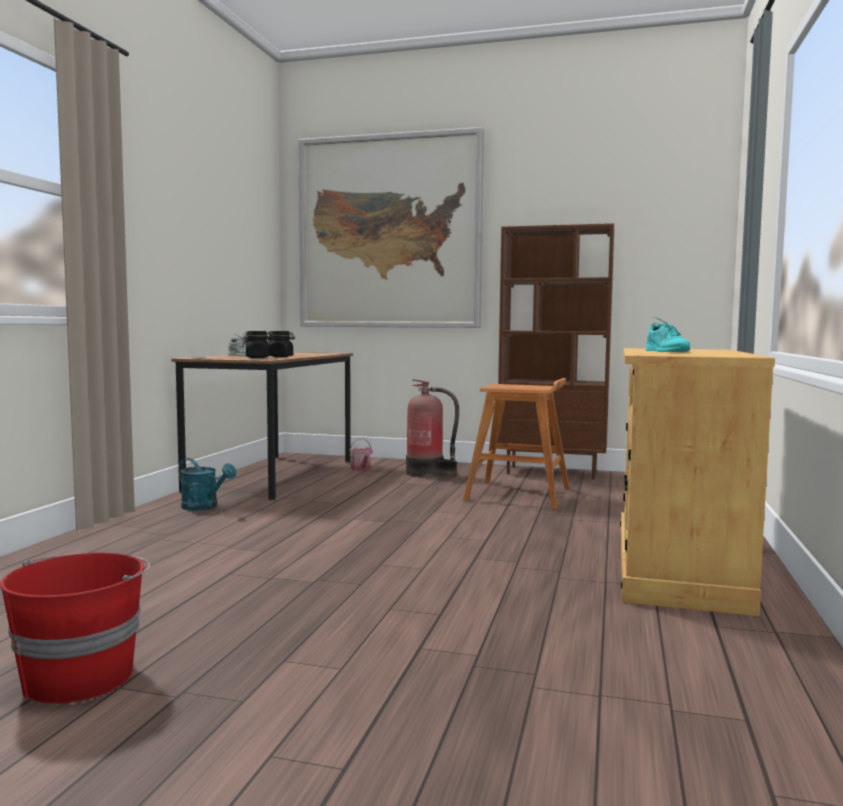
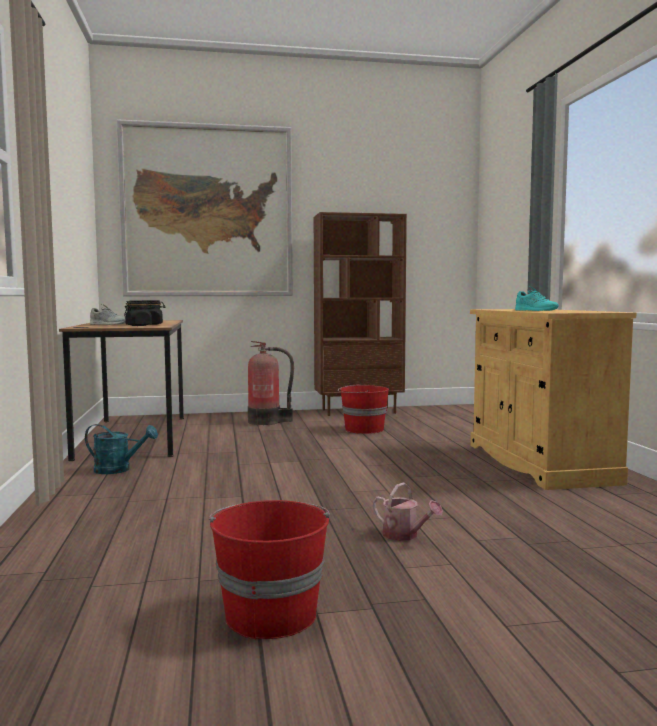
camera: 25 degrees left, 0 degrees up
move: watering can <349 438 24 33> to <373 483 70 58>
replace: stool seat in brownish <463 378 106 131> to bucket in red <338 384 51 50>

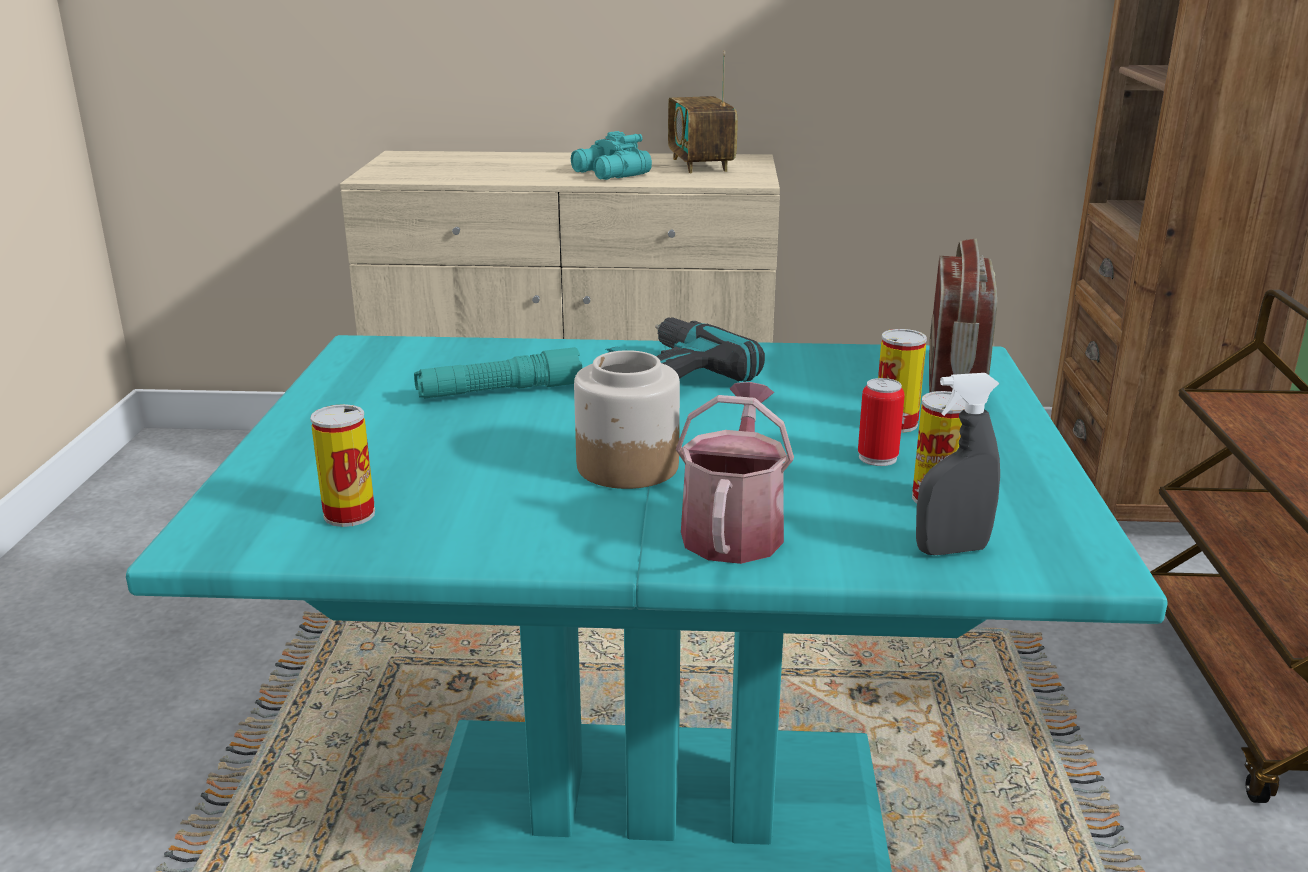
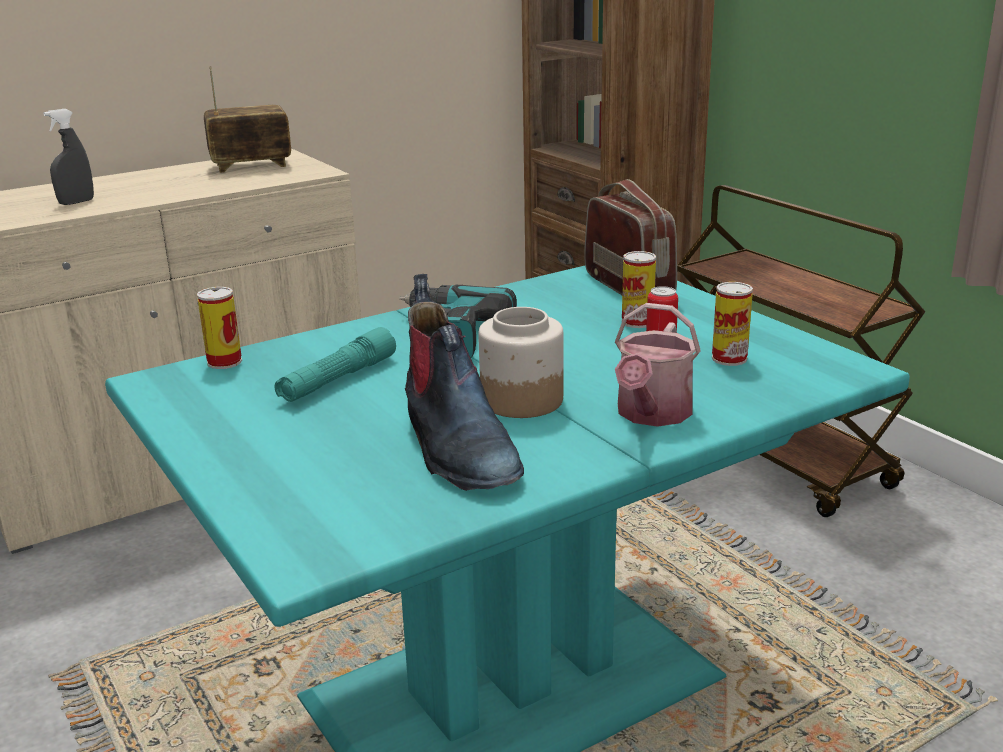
camera: 35 degrees left, 0 degrees up
delete: field glasses in turquoise <571 131 81 49>
insert: boot <405 274 119 217>
move: spray bottle in grey <916 373 84 182> to <43 109 51 96>; metal can <310 404 65 123> to <197 287 45 82>
rotate: radio receiver <668 51 70 122> = <204 66 87 107> 120 degrees clockwise; watering can <676 382 118 182> = <615 303 86 124> 135 degrees counterclockwise

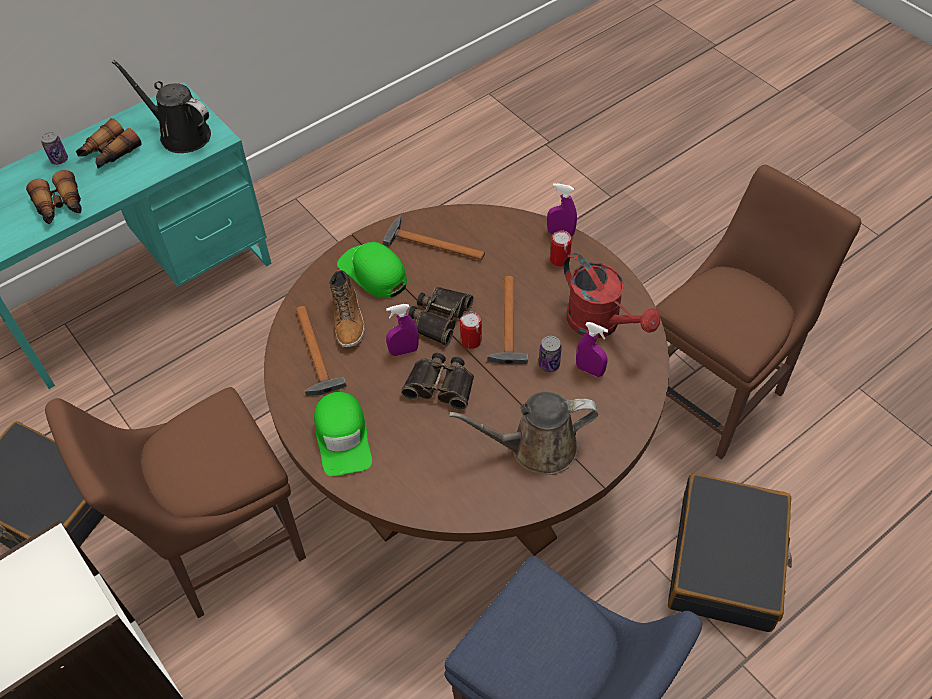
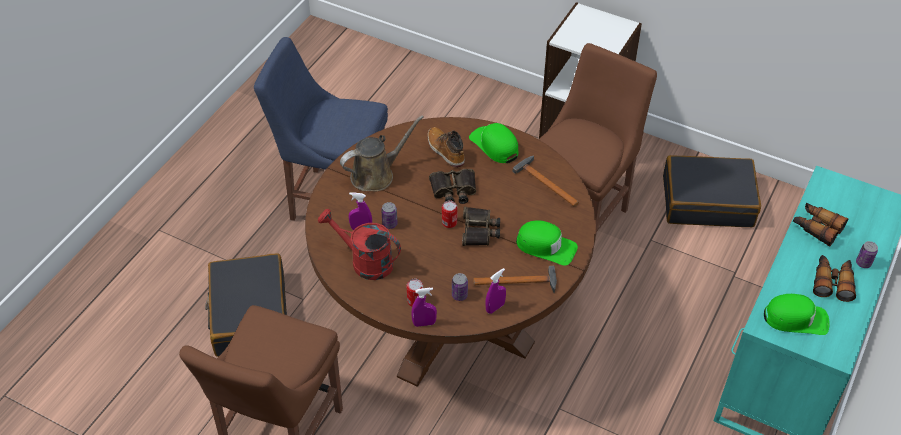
camera: 155 degrees right, 5 degrees down
delete: hand hammer <487 276 41 88>
insert: metal can <452 273 16 28>
move: boot <329 269 36 78> to <428 127 37 41>; spray bottle in purplish <386 304 33 52> to <485 268 21 46>
replace: watering can in blackish <112 60 99 93> to baseball cap in green-coloured <764 294 66 41>

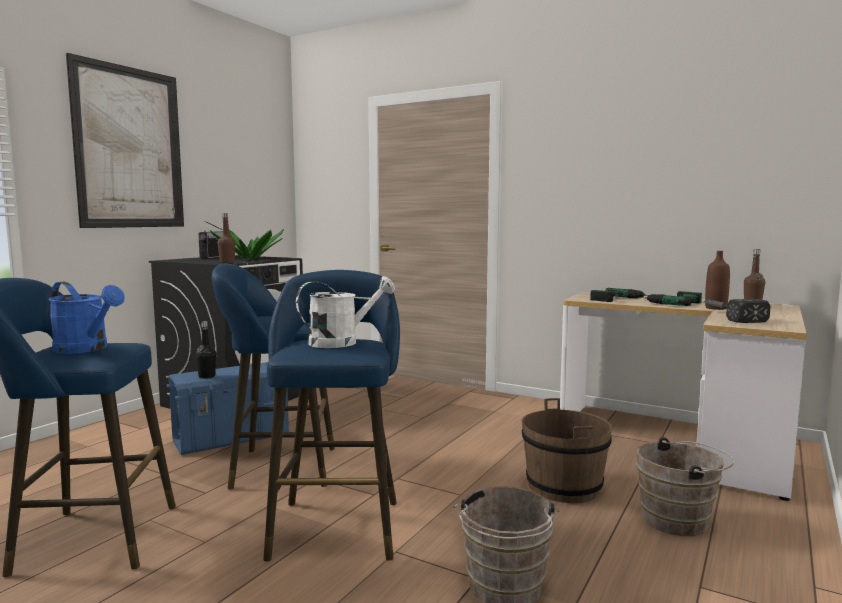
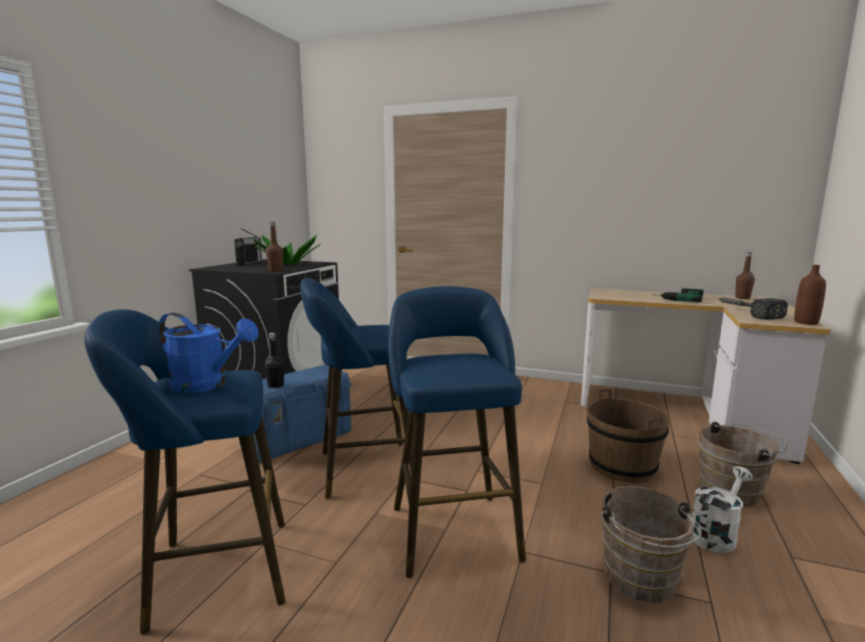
camera: 10 degrees left, 5 degrees up
delete: wall art <66 53 118 175>; power drill <590 288 59 14>
move: beverage bottle in brownish <705 251 25 59> to <794 265 32 60>; watering can in white-coloured <296 276 99 72> to <692 466 61 87>

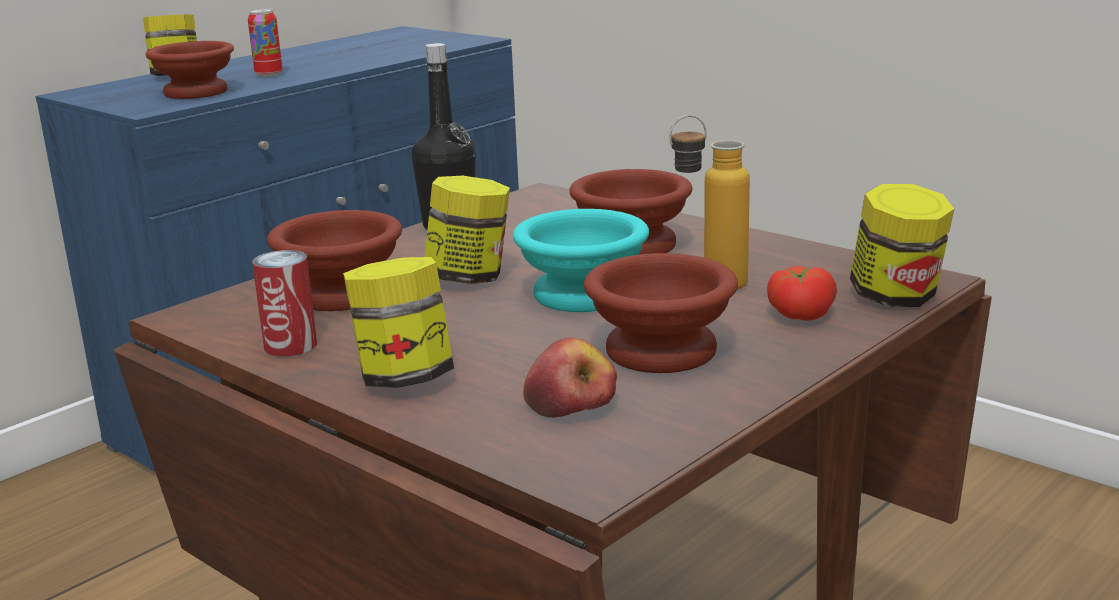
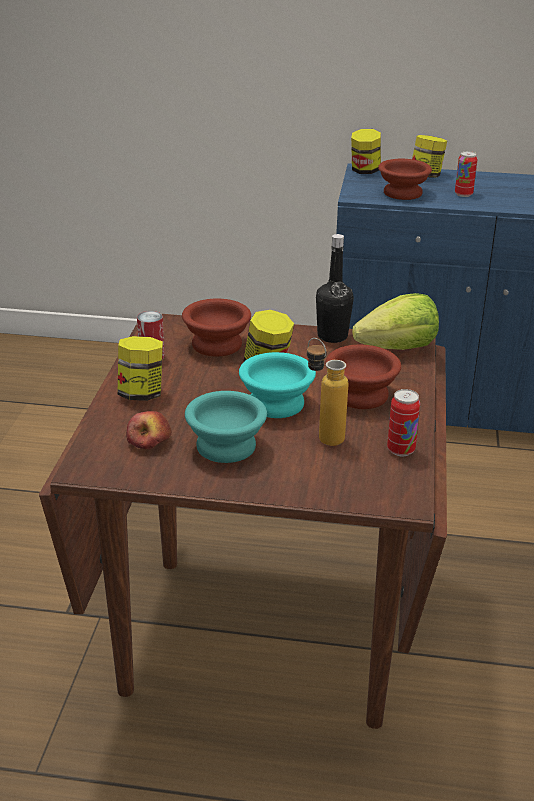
camera: 55 degrees right, 10 degrees up
delete: whole tomato <767 266 70 55>
insert: lettuce head <352 293 87 57>; metal can <387 389 33 67>
move: storage jar <850 184 104 123> to <351 129 30 45>
recolor: deep dish in brownish <584 253 154 120> to deep dish in turquoise <185 391 82 72>

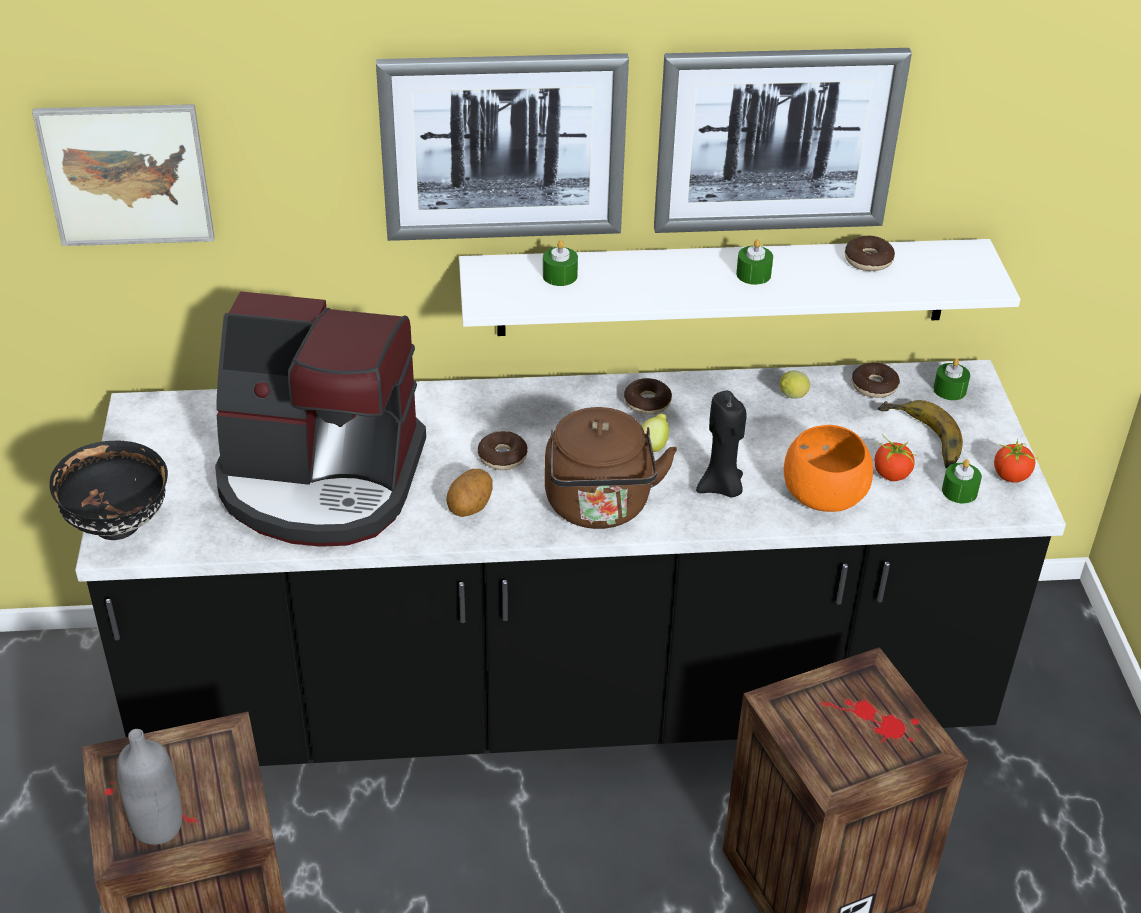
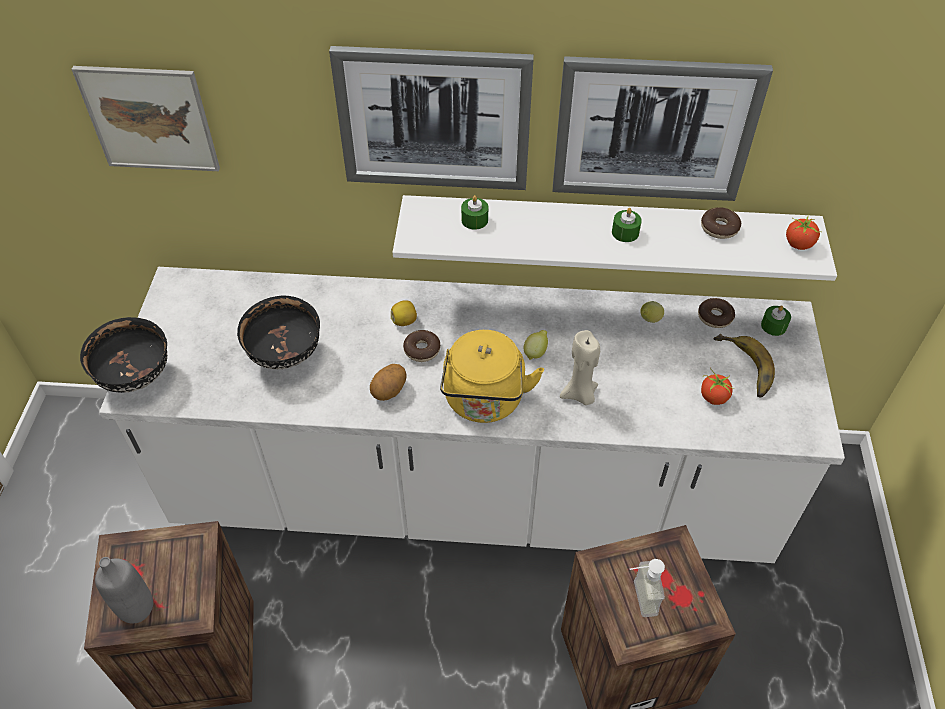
camera: 10 degrees right, 10 degrees up
delete: ring doughnut <624 378 48 37>; deep dish in orangey <784 425 89 87>; candle in green-coloured <942 459 40 45>
insert: lemon <391 300 26 26>; soap dispenser <630 559 35 58>
move: whole tomato <994 438 43 45> to <786 215 36 35>
replace: coffee brewer <215 291 211 256> to deep dish in blackish <237 296 83 73>
recolor: kitchen base unit in blackish <75 360 991 406> to kitchen base unit in white-coloured <99 267 746 296>; candle in blackish <696 391 50 107> to candle in beige-coloured <560 330 40 75>; kettle in brownish <545 407 132 122> to kettle in yellow <440 330 104 93>

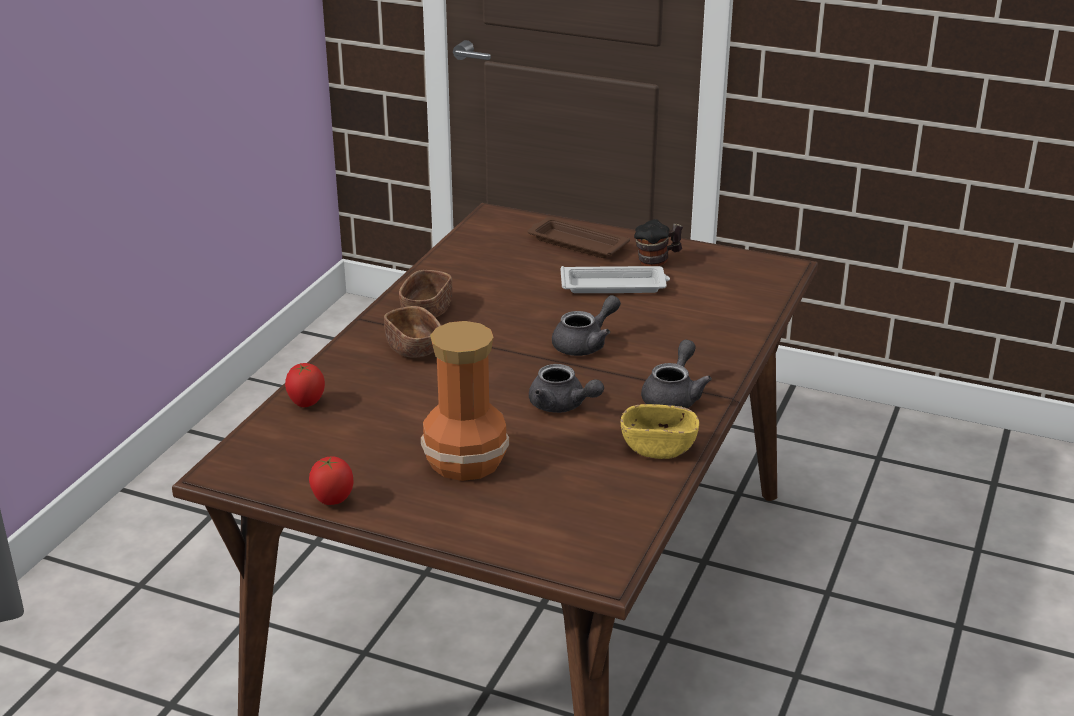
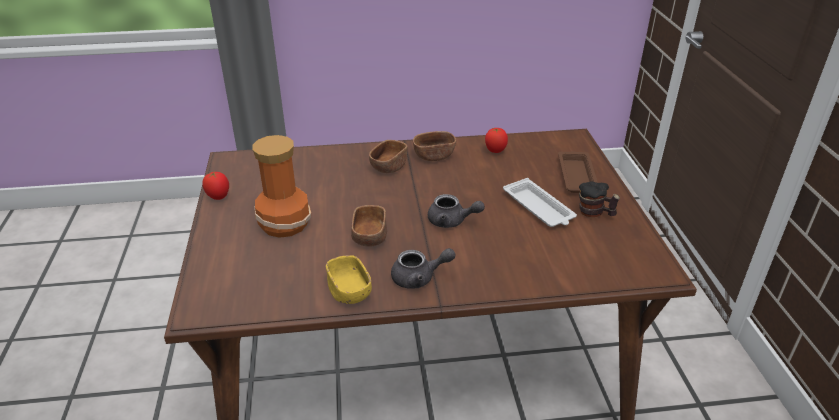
camera: 60 degrees right, 5 degrees up
move: whole tomato <285 363 40 44> to <485 128 23 25>
replace: pot for tea in grey <529 364 75 49> to deep dish in brownish <351 205 36 42>

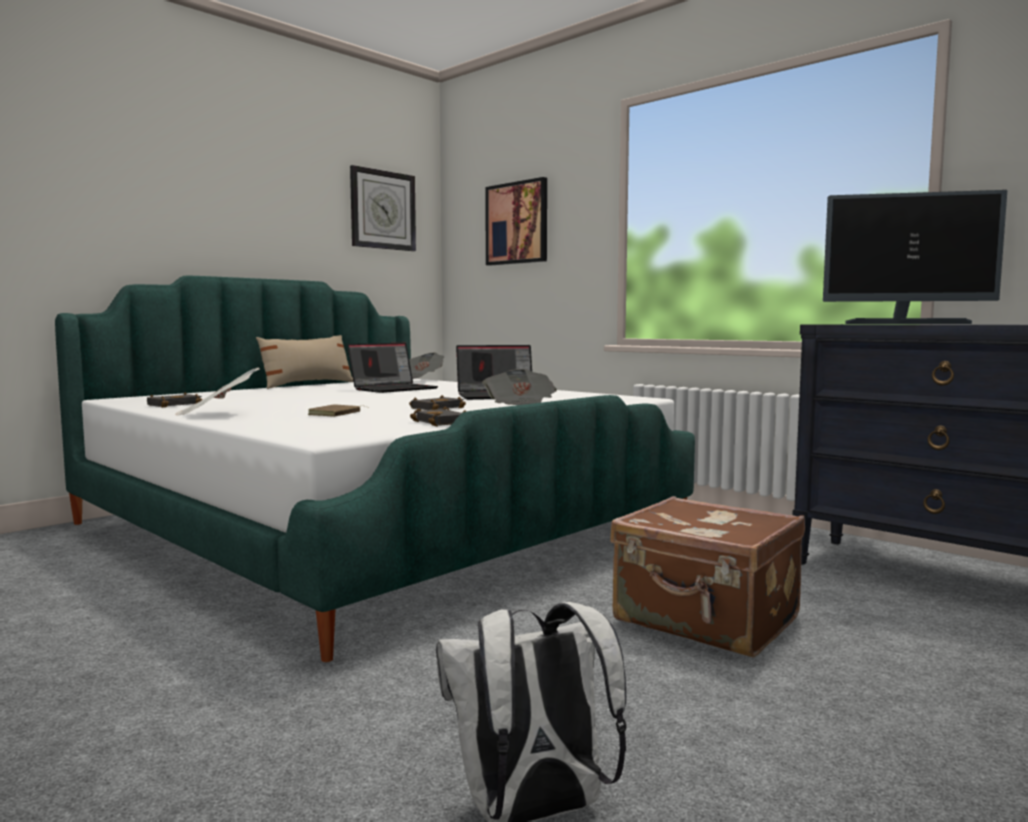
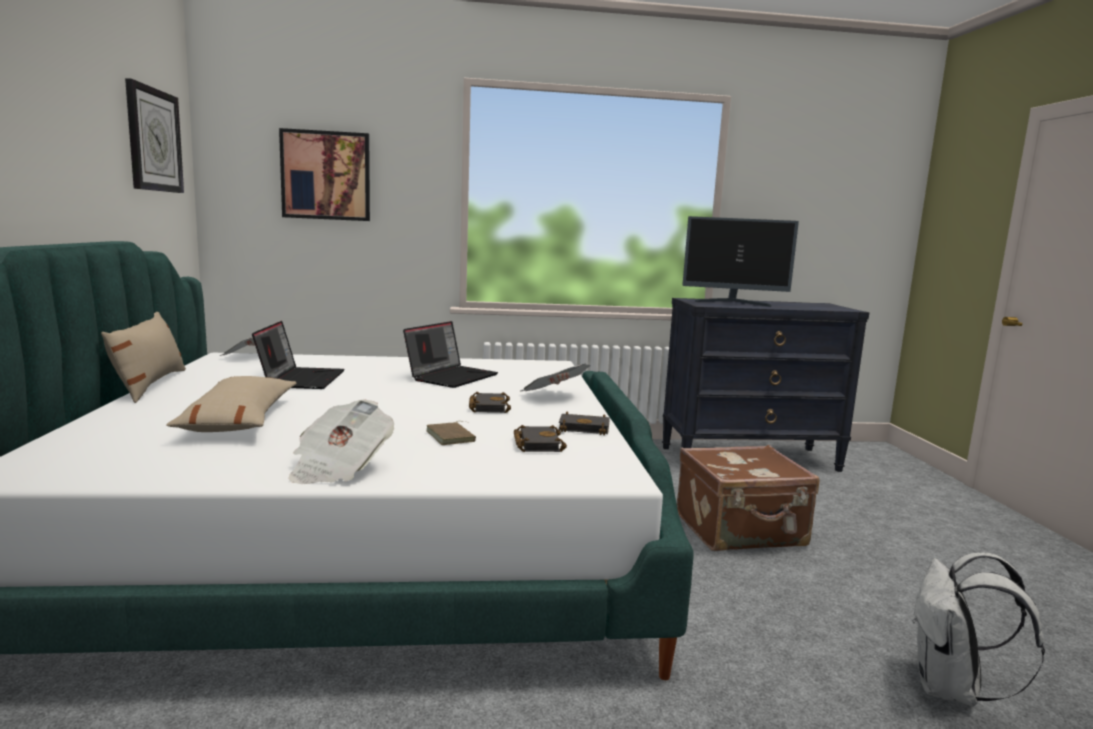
camera: 50 degrees left, 5 degrees up
insert: pillow in beige-coloured <166 376 130 56>
move: book in blackish <147 392 55 16> to <514 425 53 27>
rotate: monitor <823 190 184 134> = <682 216 117 91> 45 degrees clockwise

